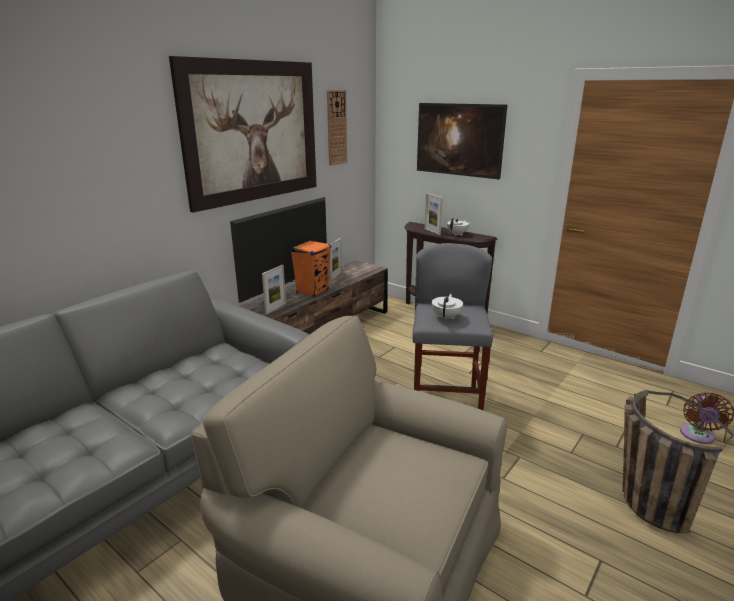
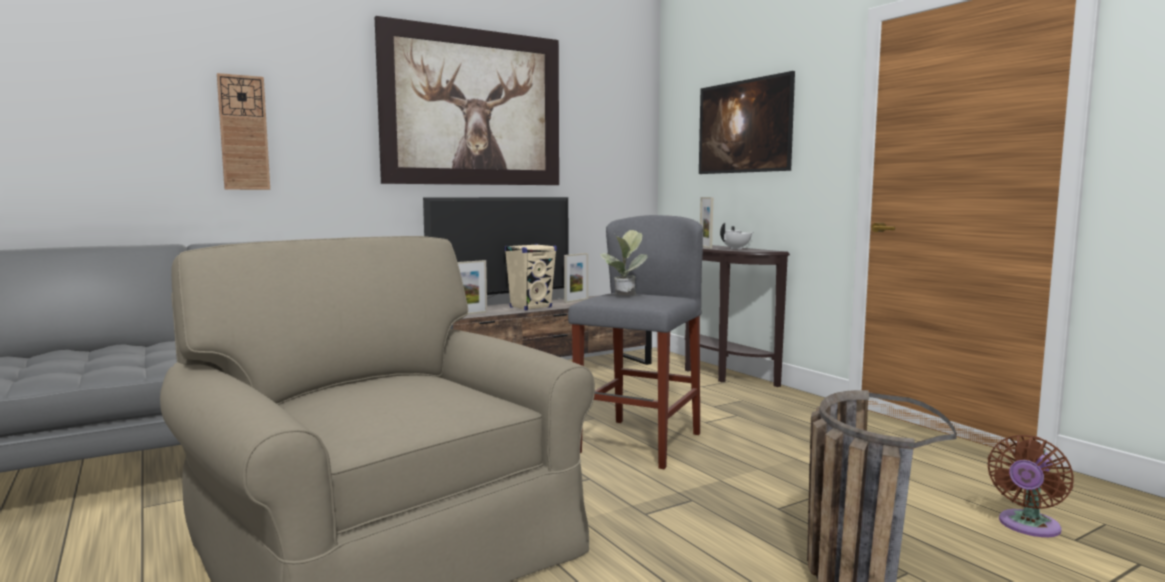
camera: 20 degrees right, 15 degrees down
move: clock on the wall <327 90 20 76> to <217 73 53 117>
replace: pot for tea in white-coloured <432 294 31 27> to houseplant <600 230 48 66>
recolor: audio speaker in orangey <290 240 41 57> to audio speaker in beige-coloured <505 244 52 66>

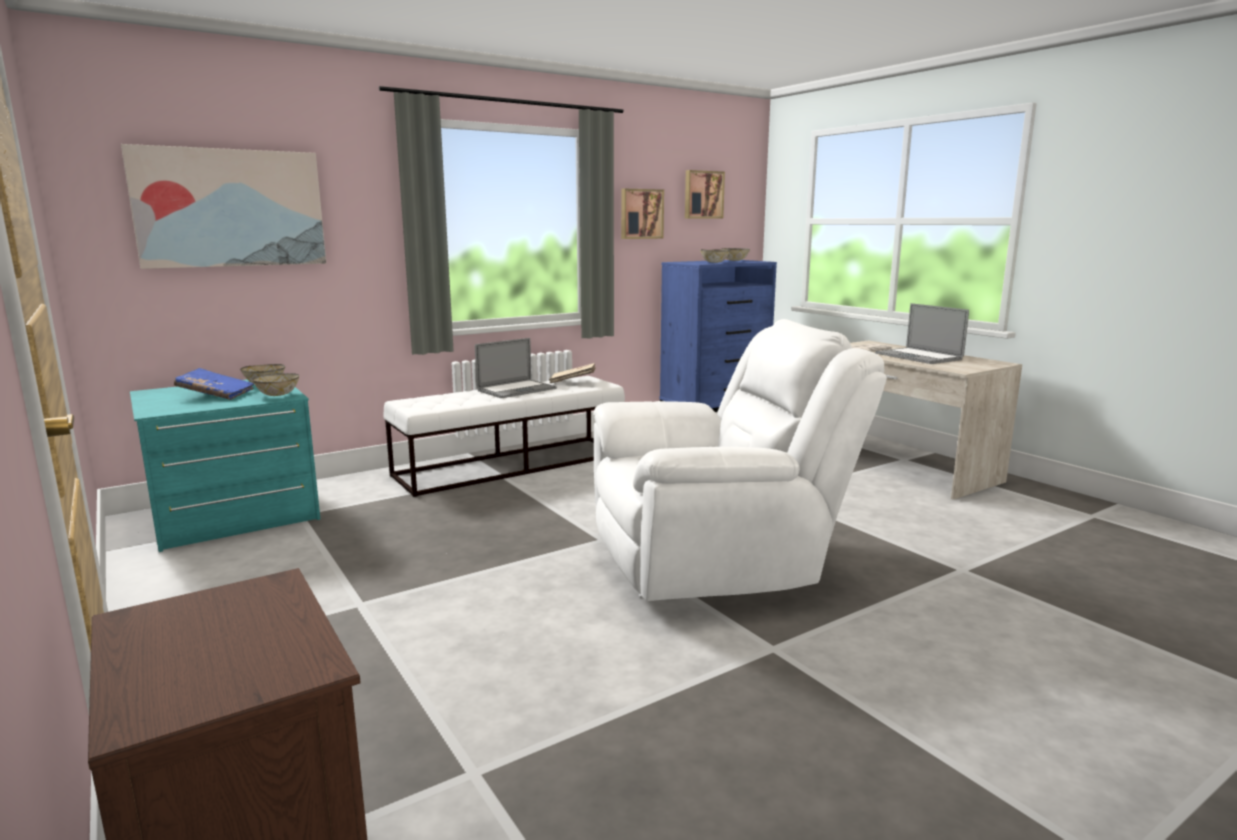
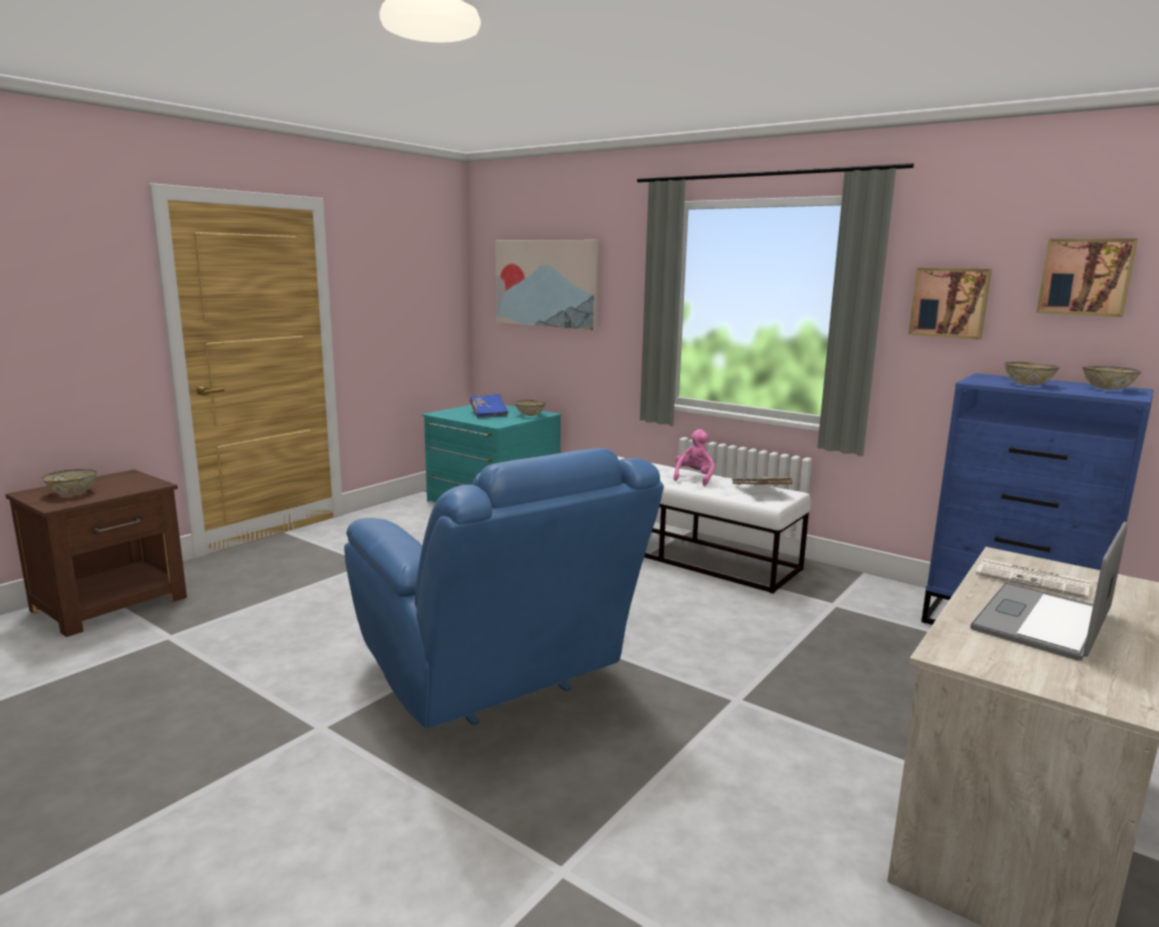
camera: 70 degrees right, 0 degrees up
move: deep dish <252 373 47 23> to <42 469 55 26>
replace: portable computer <475 338 82 60> to plush toy in pink-coloured <673 429 42 57>
recolor: armchair in white-coloured <593 319 294 282> to armchair in blue-coloured <344 448 320 280>

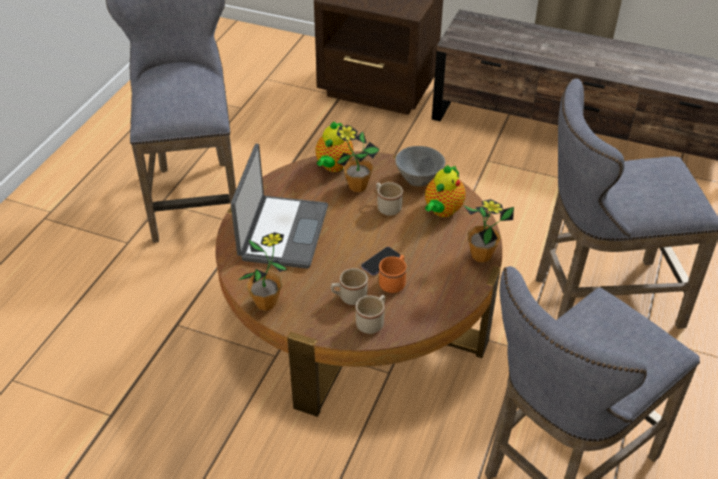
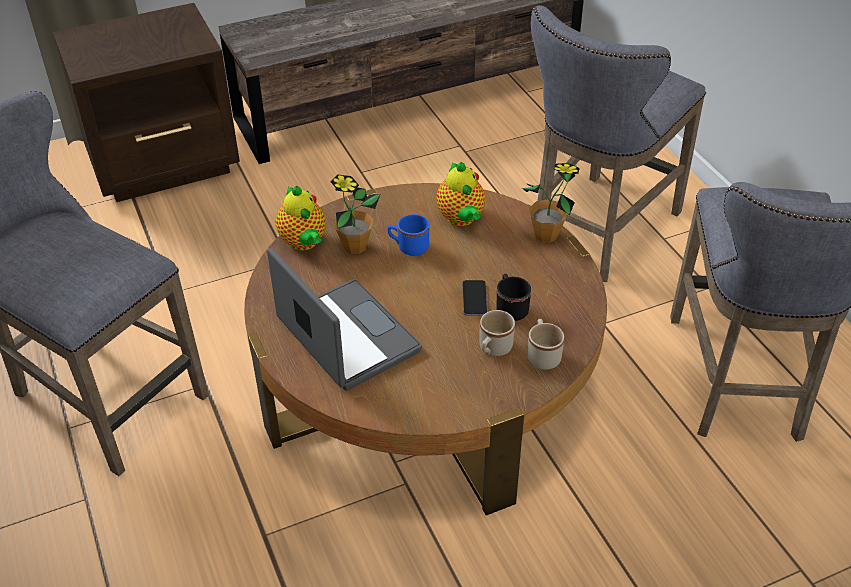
camera: 45 degrees left, 0 degrees up
delete: deep dish in grey <395 146 50 41>; houseplant <239 232 48 79>
recolor: coffee mug in beige-coloured <376 182 27 34> to coffee mug in blue-coloured <388 214 41 42>; coffee mug in orangey <379 255 28 38> to coffee mug in blackish <496 274 35 47>

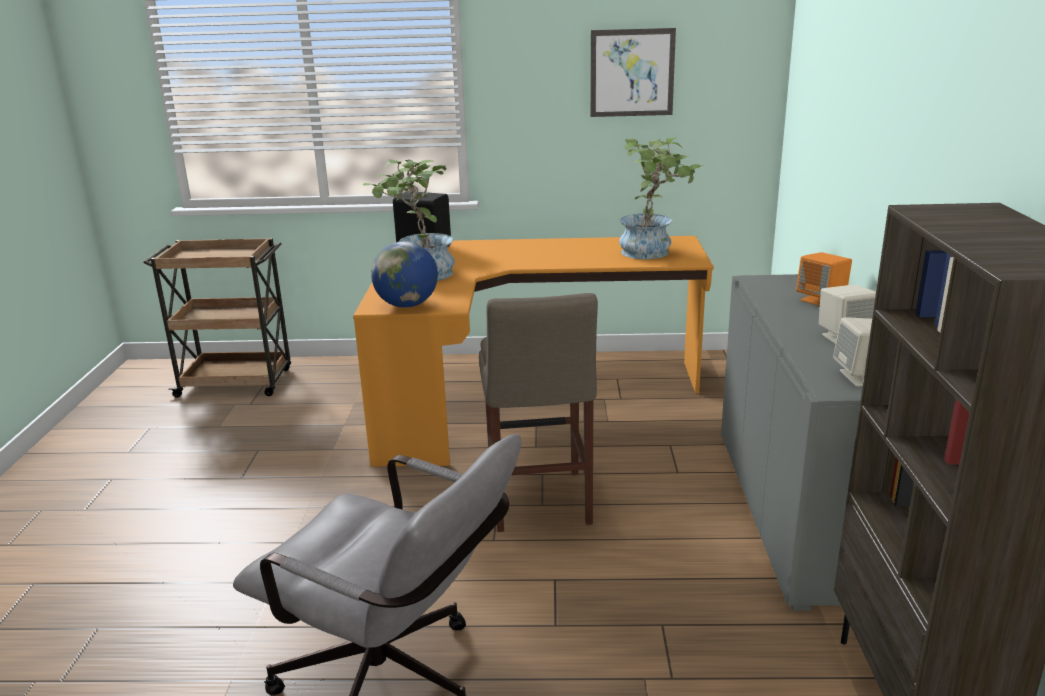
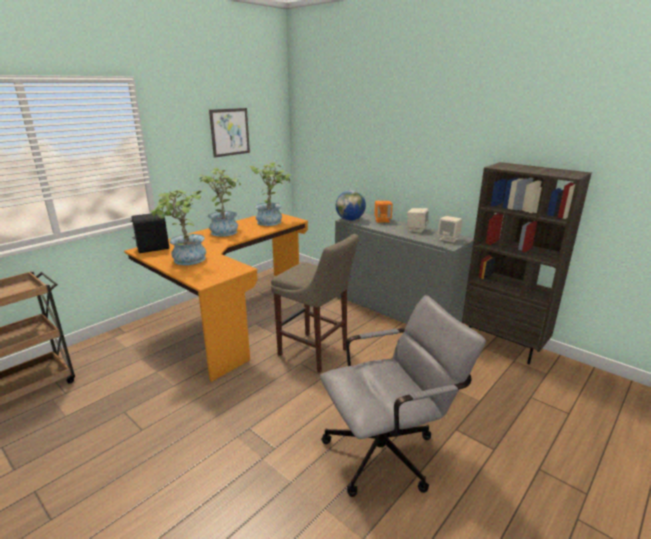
camera: 50 degrees left, 0 degrees up
insert: houseplant <198 168 43 69>
move: desk globe <371 241 67 67> to <336 190 30 31>

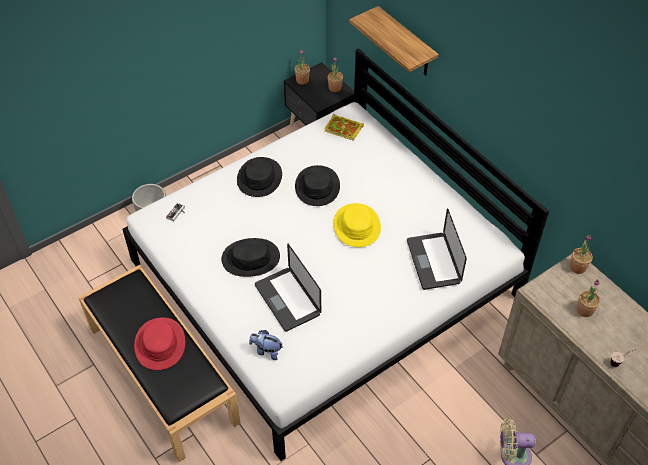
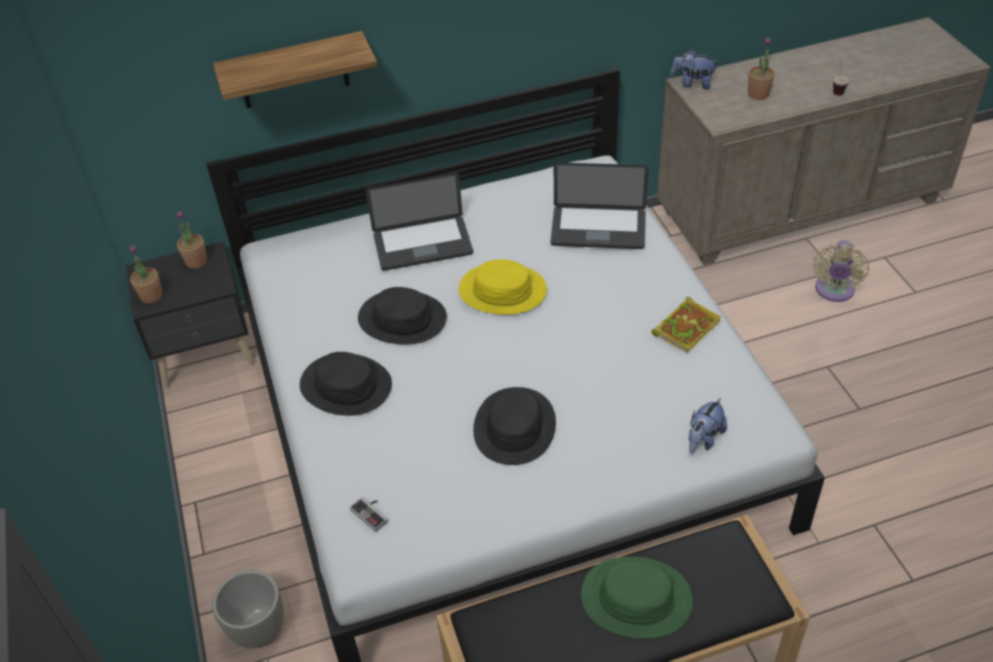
camera: 70 degrees left, 5 degrees down
move: book <325 114 39 27> to <651 297 70 56>; portable computer <255 243 66 89> to <366 173 107 98>
replace: houseplant <570 235 23 39> to plush toy <670 49 49 41>
recolor: hat in red <134 317 51 53> to hat in green-coloured <581 556 112 83>

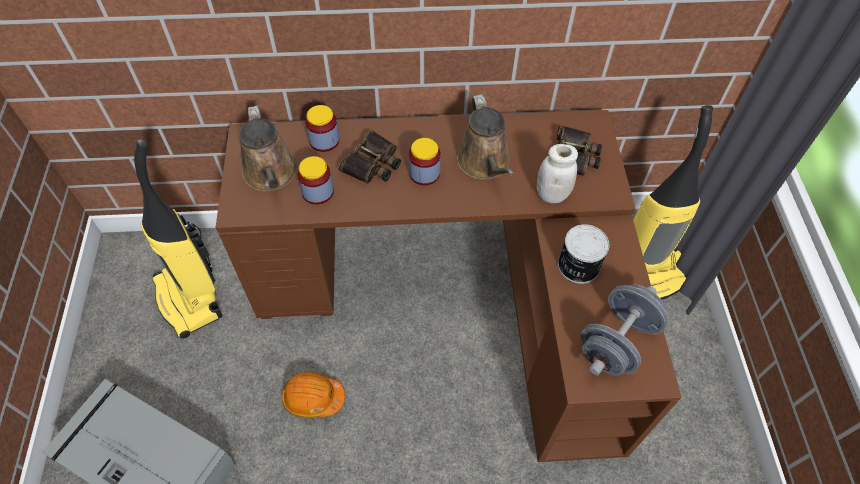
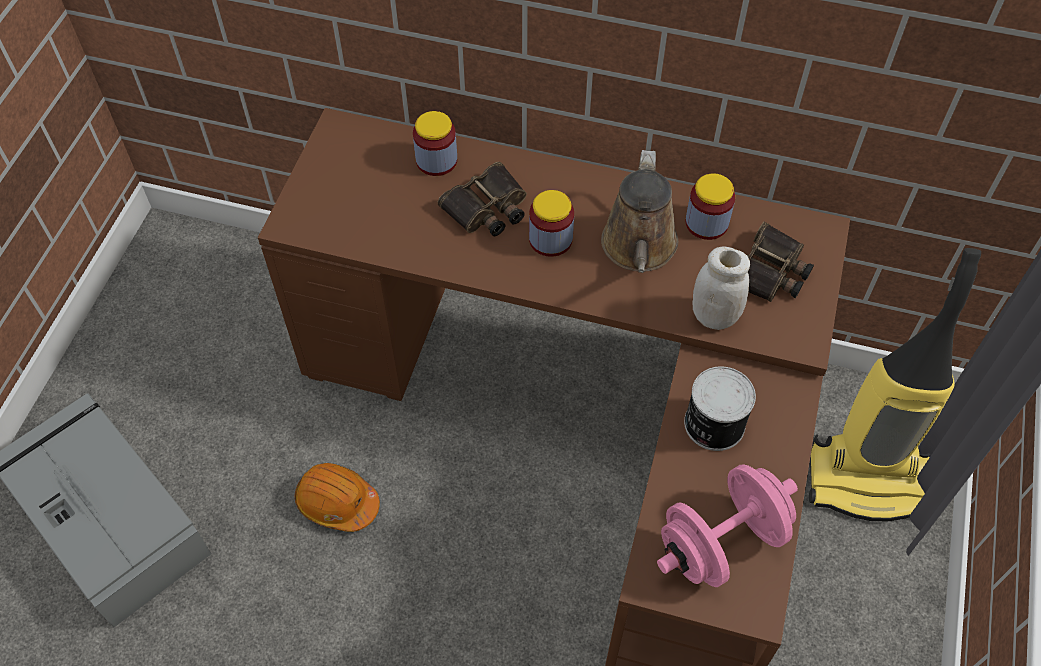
camera: 20 degrees right, 0 degrees up
delete: watering can in brownish <239 105 58 87>; vacuum <134 139 89 200>
move: storage jar <297 156 37 48> to <685 173 50 67>
recolor: dumbbell in grey <580 284 88 92> to dumbbell in pink-coloured <657 464 141 123>

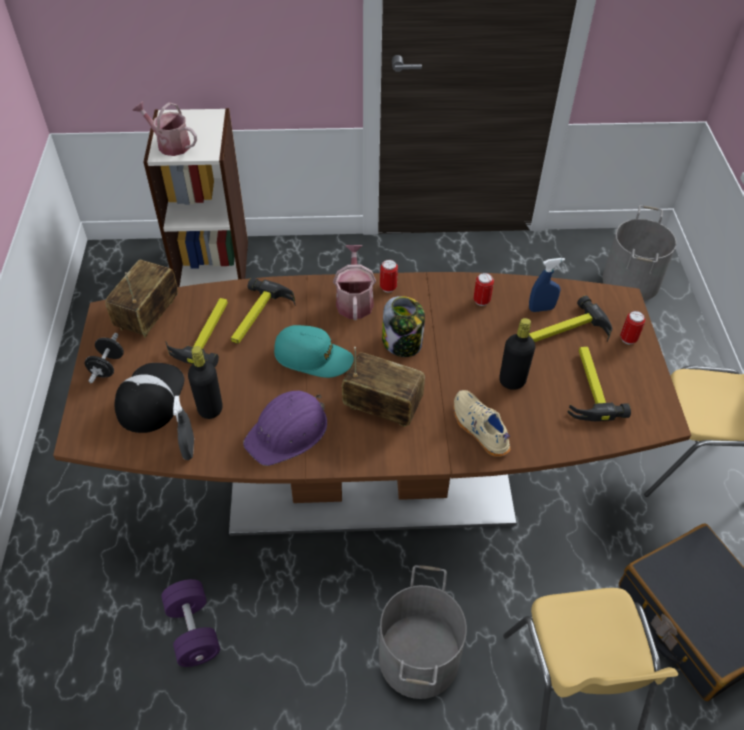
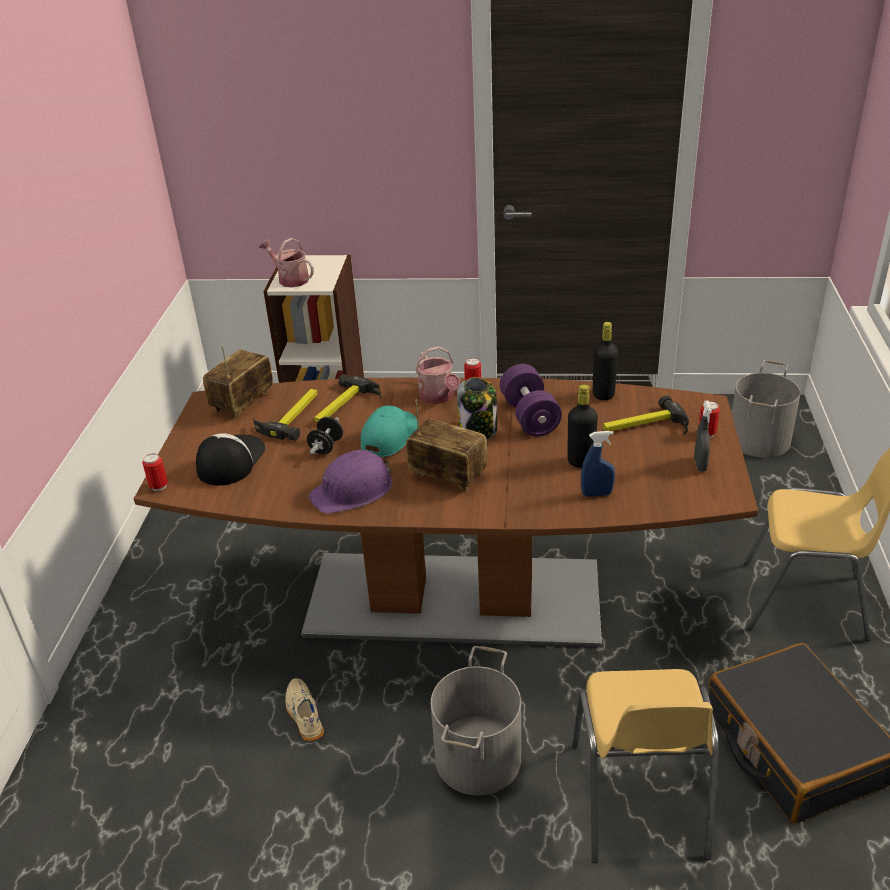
camera: 10 degrees right, 15 degrees down
delete: hand hammer <567 347 64 74>
move: spray bottle in blue-coloured <529 258 36 54> to <581 431 34 66>; metal can <474 273 20 33> to <142 453 26 38>; dumbbell in blackish <85 333 39 50> to <307 417 36 37>; beverage bottle in blackish <188 346 35 73> to <592 322 26 78>; item of footwear in beige-coloured <453 390 57 67> to <286 678 38 63>; spray bottle in grey <173 396 21 64> to <694 400 18 72>; dumbbell in purplish <161 579 59 88> to <500 364 62 72>
rotate: watering can <333 245 43 75> = <415 346 45 58> 150 degrees clockwise; baseball cap in turquoise <274 325 80 53> = <361 406 57 51> 90 degrees counterclockwise

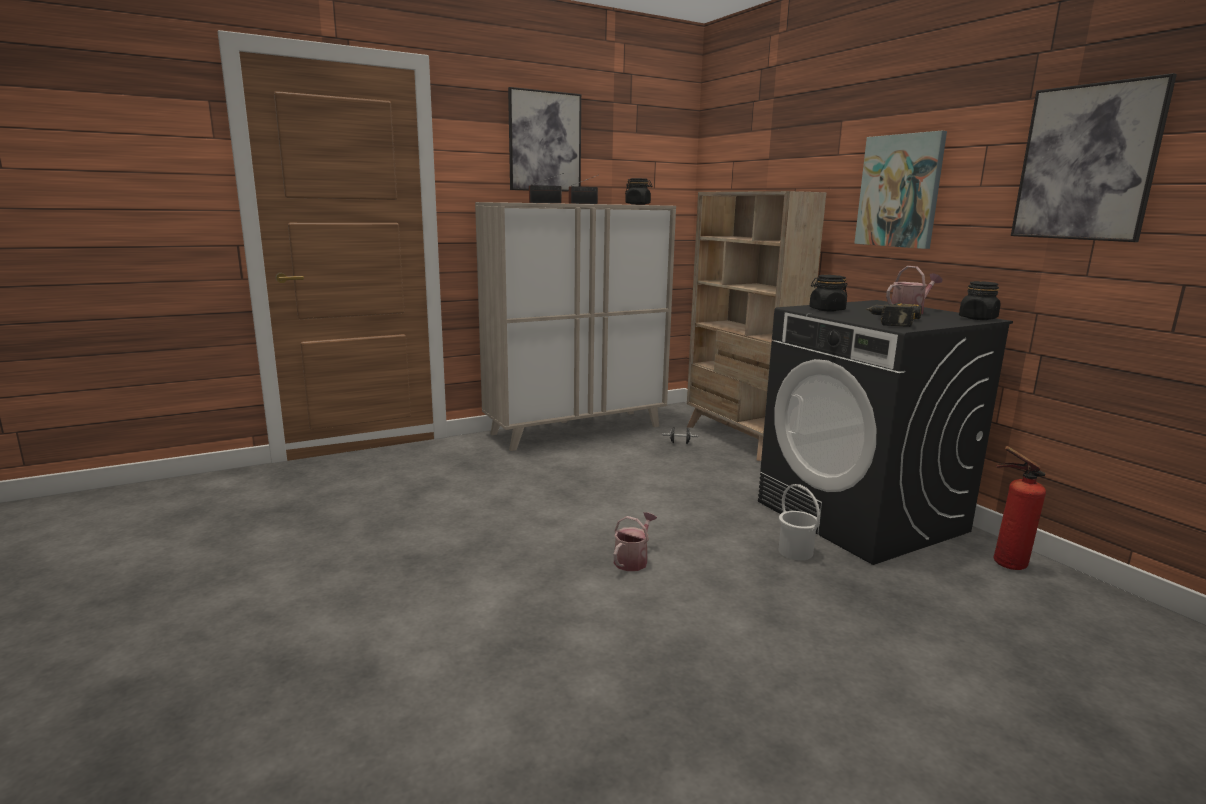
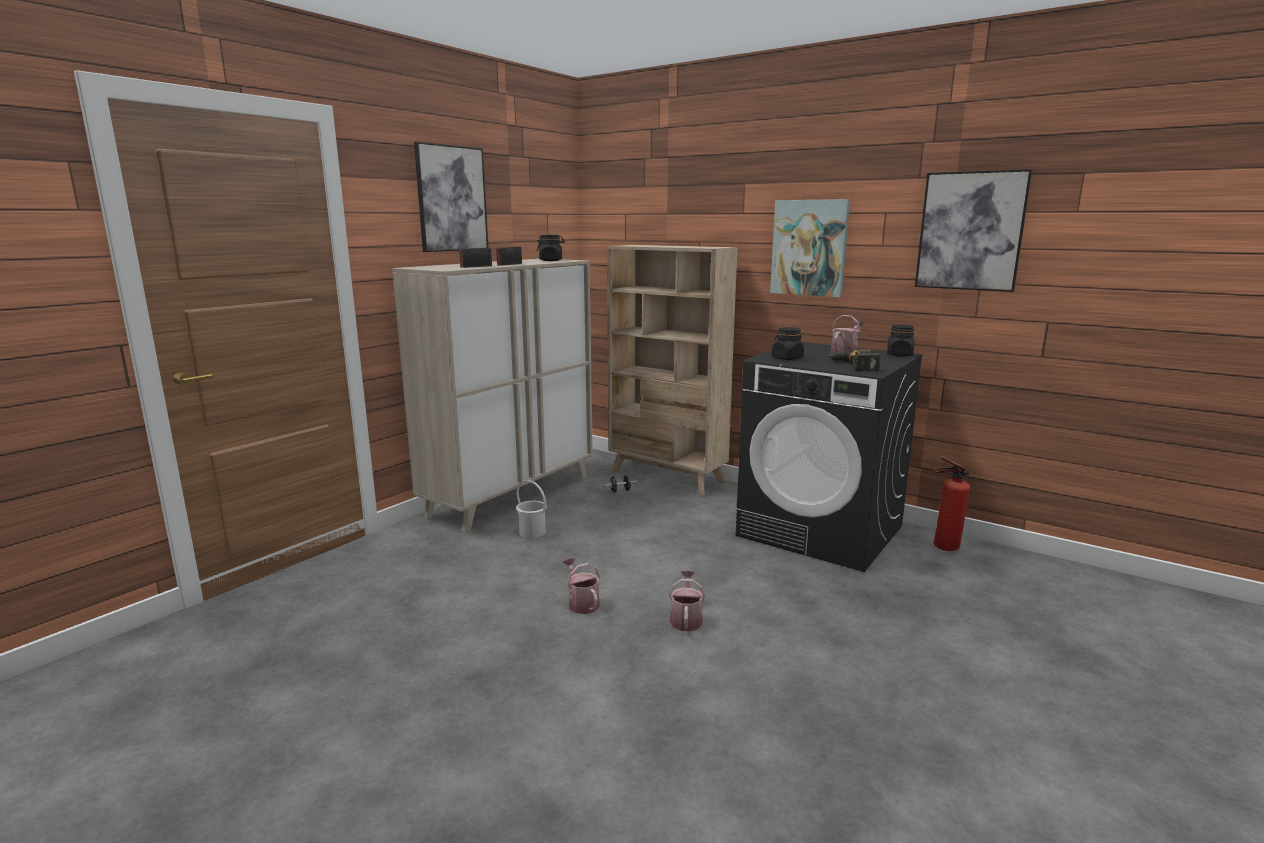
camera: 25 degrees left, 0 degrees up
insert: watering can <563 558 37 56>
move: bucket in white-coloured <779 484 41 76> to <516 480 31 58>

